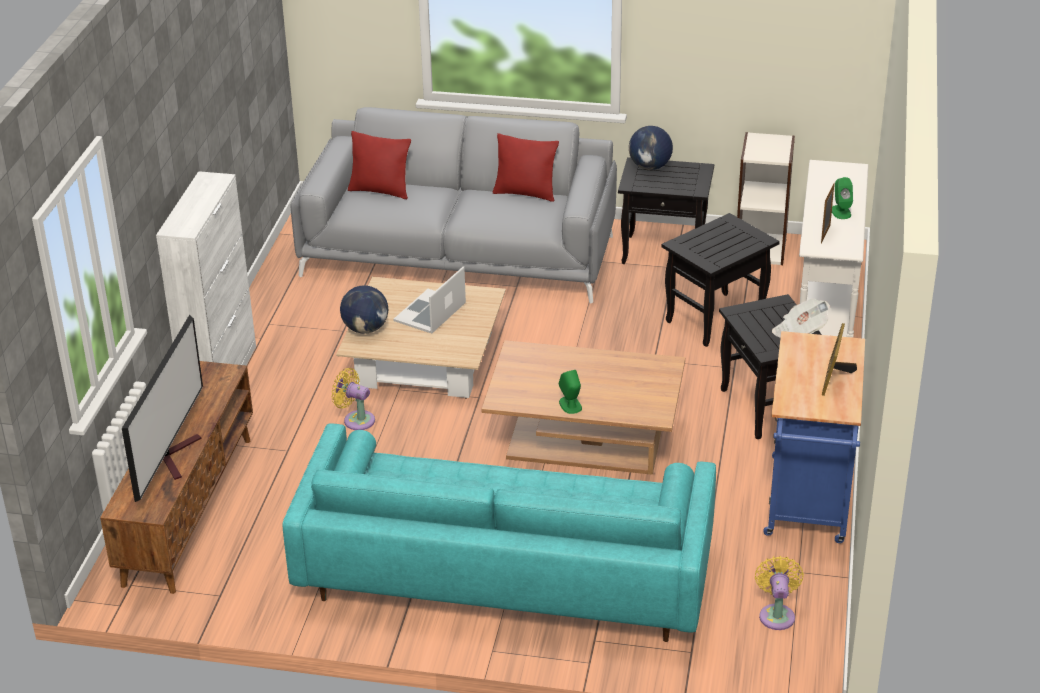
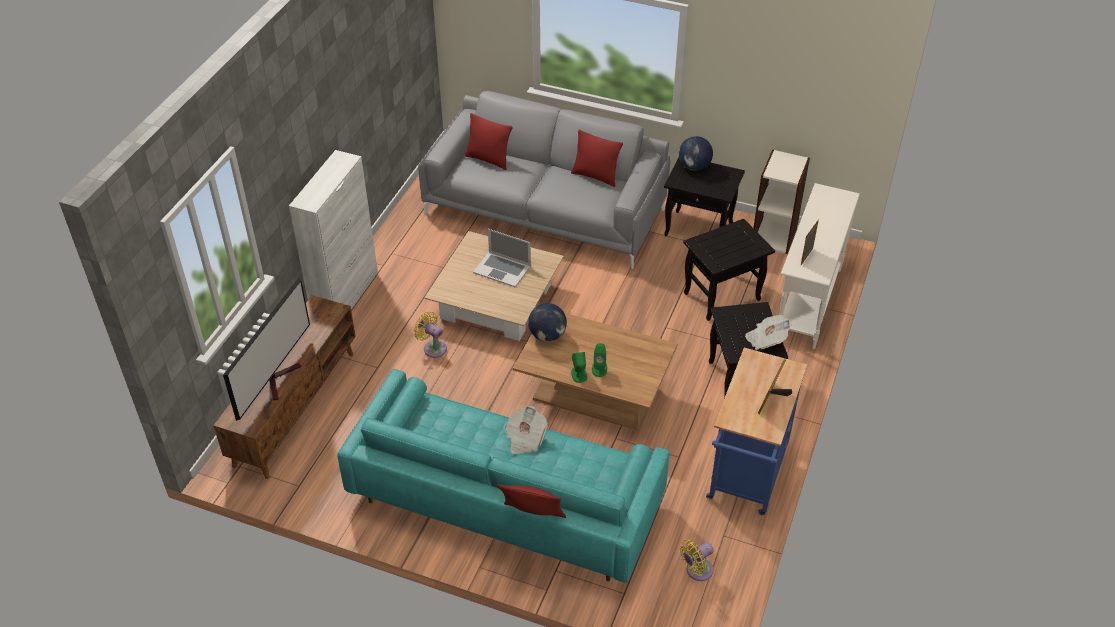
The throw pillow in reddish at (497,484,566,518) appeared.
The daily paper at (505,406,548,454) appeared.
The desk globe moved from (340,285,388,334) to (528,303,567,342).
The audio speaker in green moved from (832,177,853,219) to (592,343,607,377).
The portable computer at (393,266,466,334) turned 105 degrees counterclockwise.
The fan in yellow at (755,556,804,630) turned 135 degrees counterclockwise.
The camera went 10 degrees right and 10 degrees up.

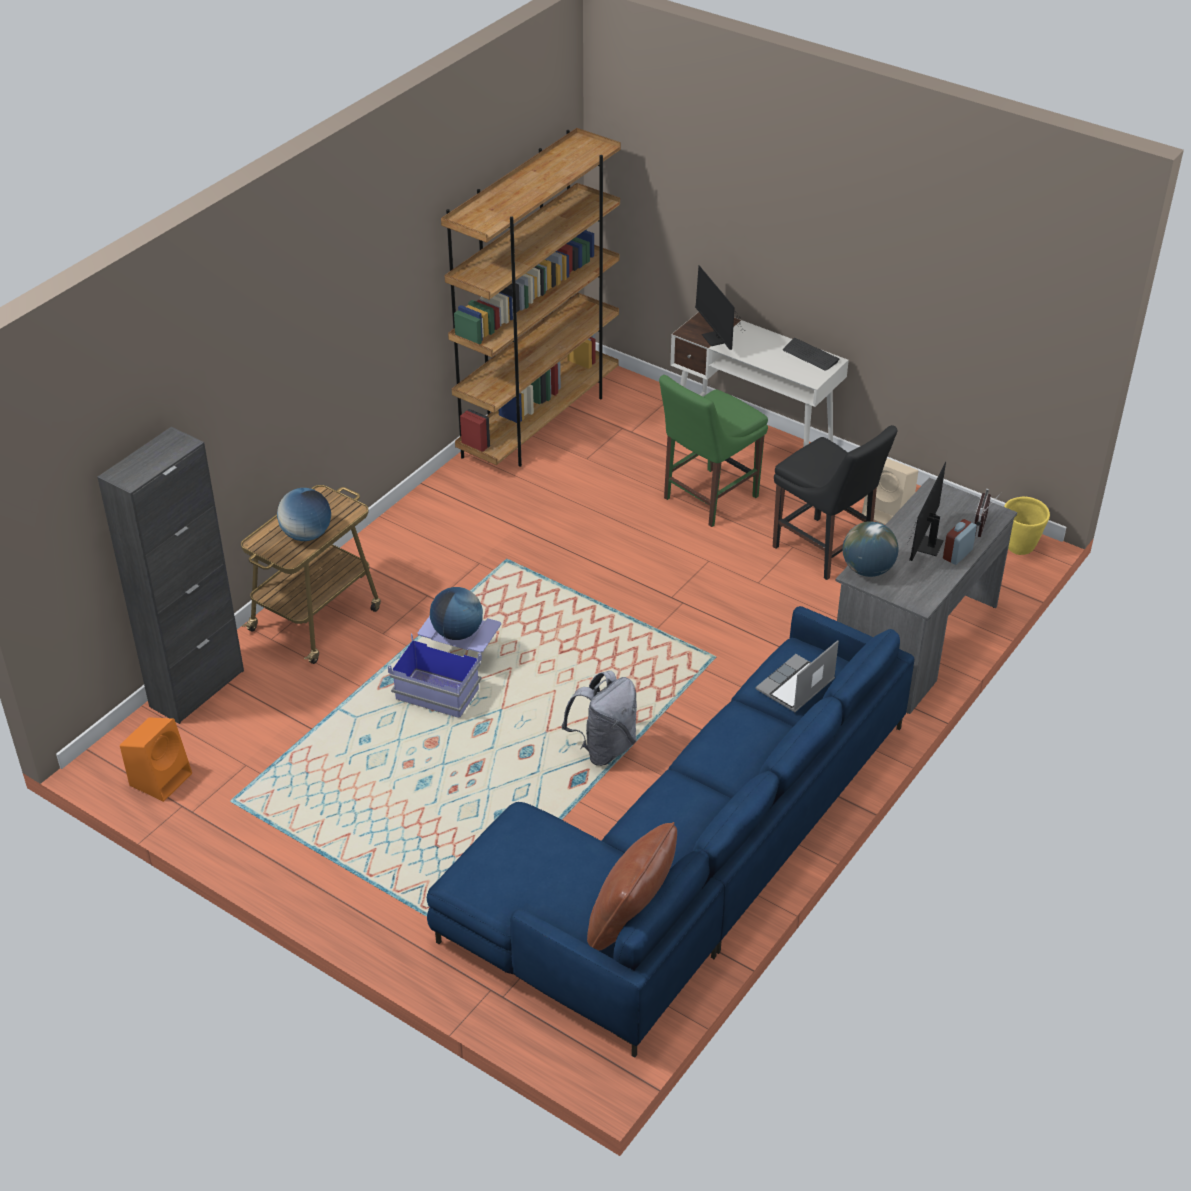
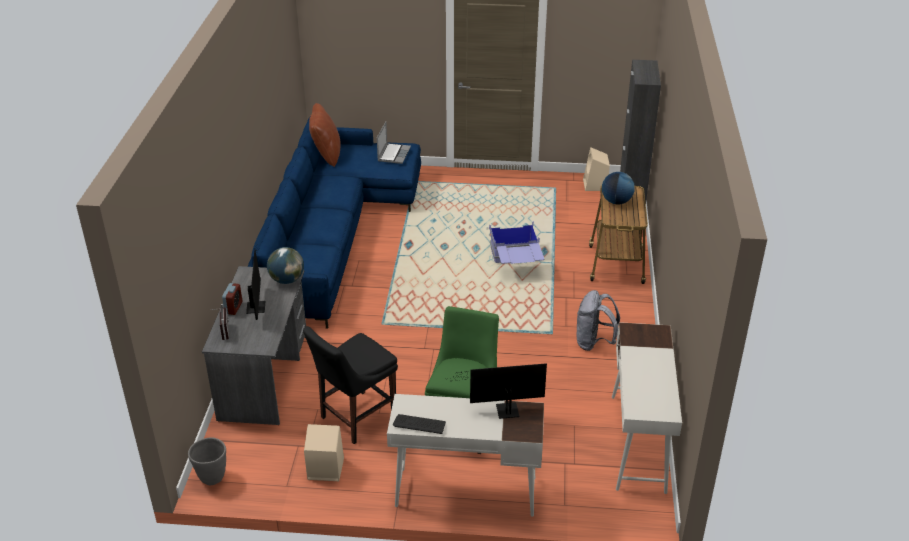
The desk globe at (430,587,483,640) disappeared.
The backpack in greyish moved from (562,671,637,766) to (577,290,620,351).
The portable computer moved from (756,640,839,712) to (377,122,411,164).
The bookcase in brownish at (441,128,621,467) was replaced by the desk table in white at (612,322,682,494).
The audio speaker in orangey at (120,717,192,802) became the audio speaker in beige-coloured at (583,147,610,191).
The flower pot in yellow at (1004,496,1050,555) became the flower pot in greyish at (188,438,226,485).
The monitor at (695,266,743,350) turned 45 degrees counterclockwise.
The plain chair in blackish at (773,425,897,580) turned 60 degrees counterclockwise.
The camera went 150 degrees right and 5 degrees down.

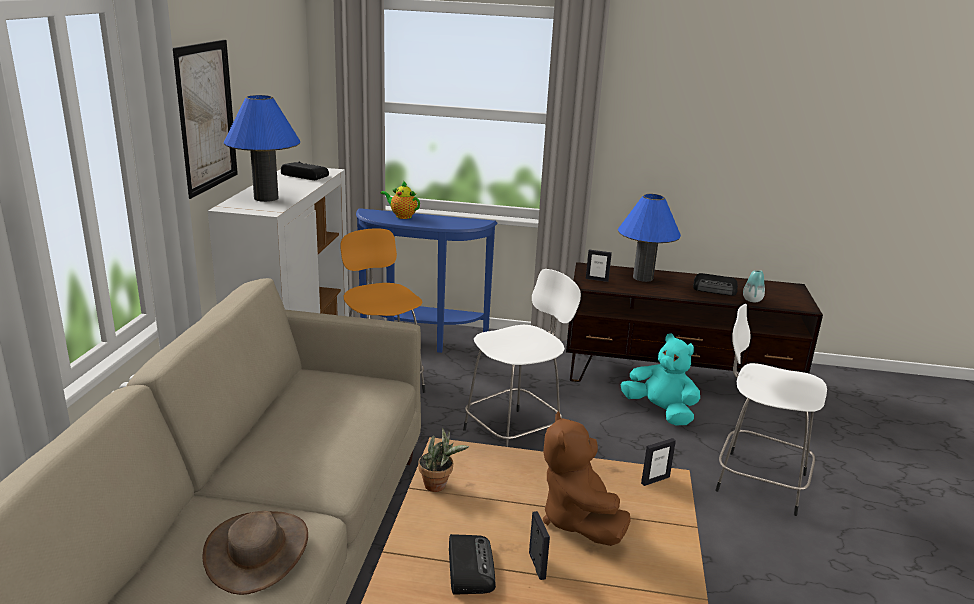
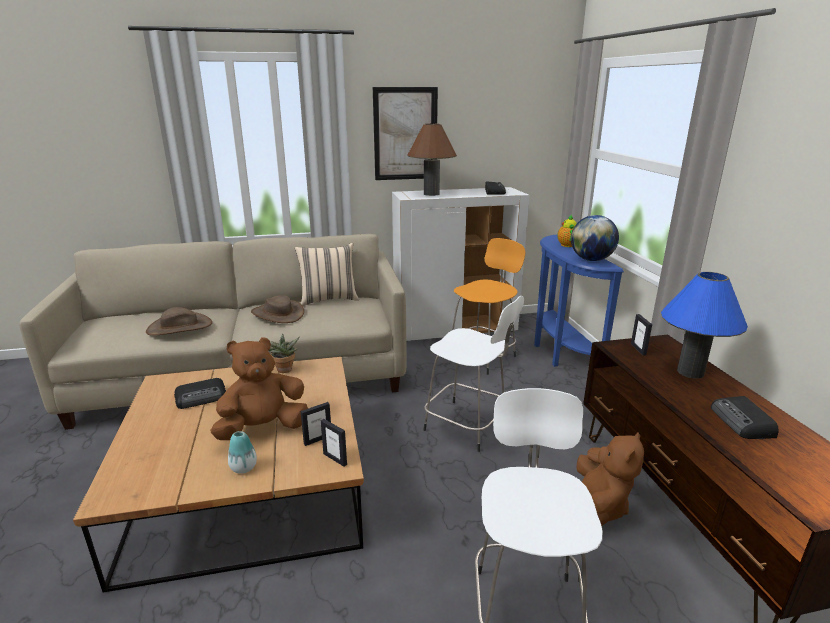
The wearable hat in brownish at (251,295,304,323) appeared.
The throw pillow in beige-coloured at (295,243,359,306) appeared.
The desk globe at (571,215,619,261) appeared.
The standing frame moved from (529,511,550,580) to (301,402,331,446).
The decorative vase moved from (743,270,765,302) to (228,431,257,474).
The tabletop lamp in blue at (224,95,300,202) became the tabletop lamp in brownish at (407,123,457,196).
The soft toy in blue-green at (620,333,700,425) became the soft toy in brownish at (576,432,644,526).
The camera went 70 degrees right and 0 degrees up.

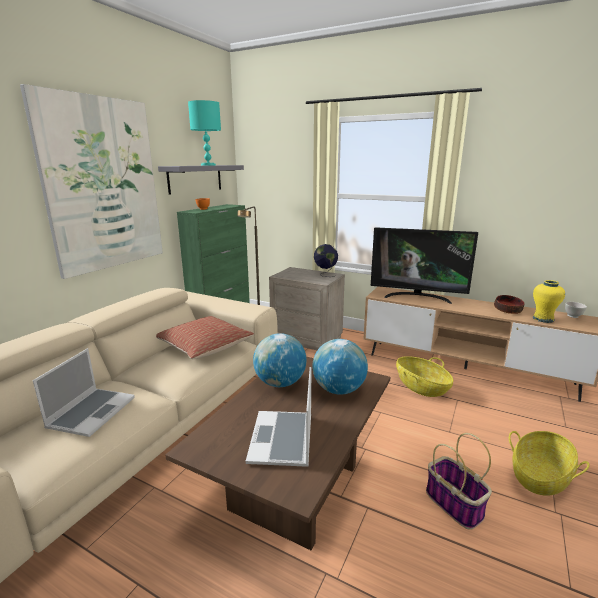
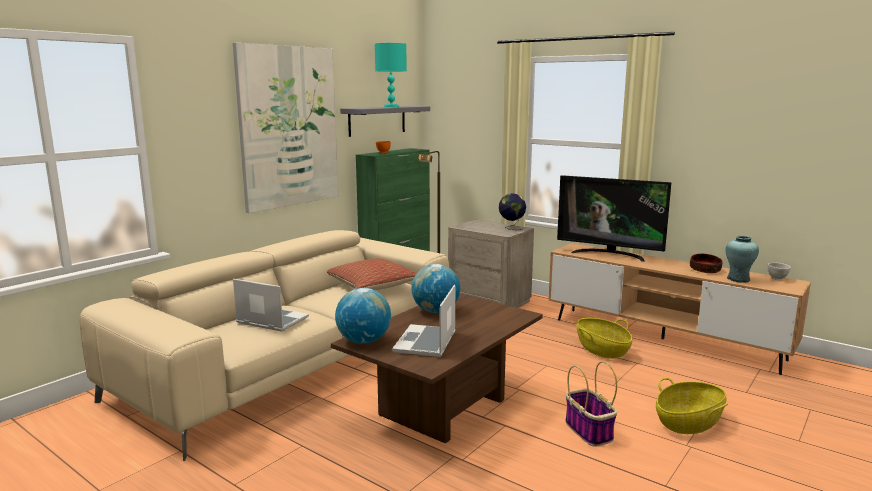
The desk globe moved from (312,339,368,395) to (335,288,391,344).
The decorative vase in yellow at (533,280,565,323) became the decorative vase in blue-green at (725,236,759,283).
The portable computer at (33,348,135,437) turned 90 degrees counterclockwise.
The camera went 10 degrees right and 5 degrees down.

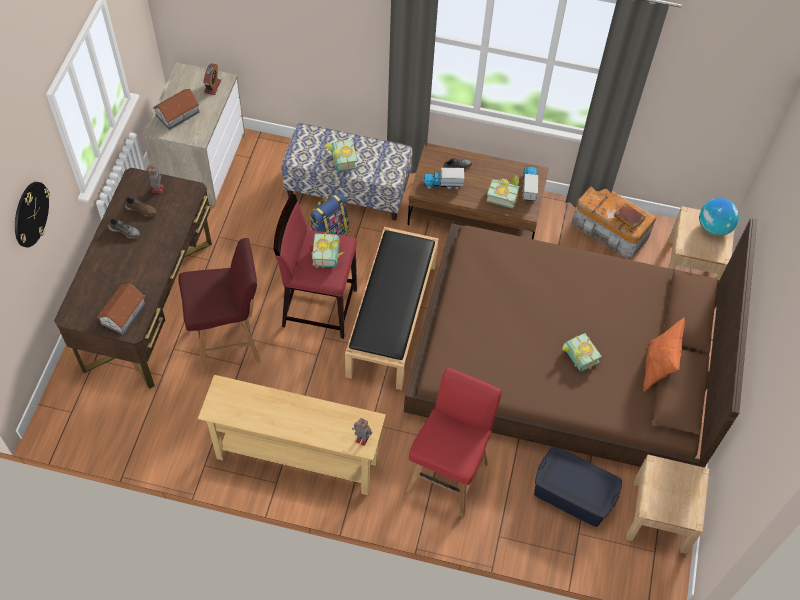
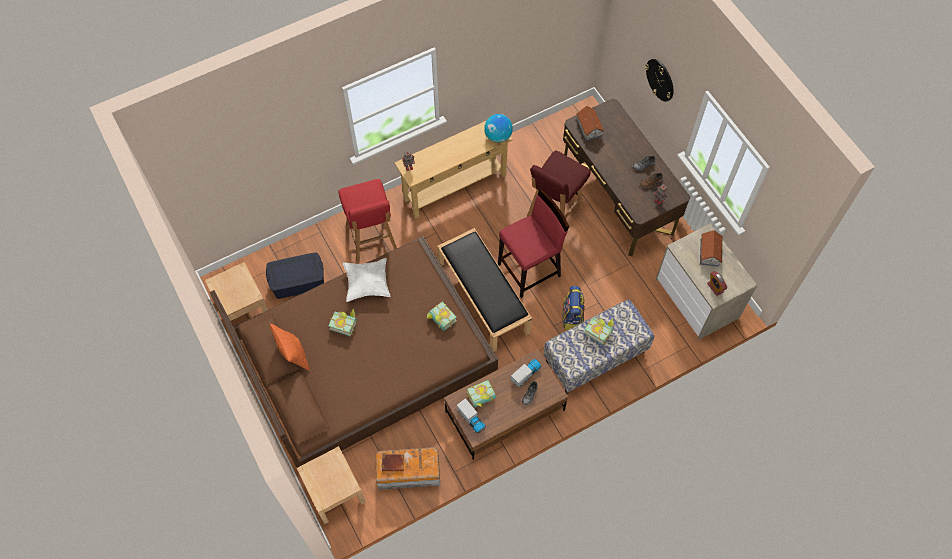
The throw pillow in white at (343,258,390,302) appeared.
The volume moved from (312,233,344,268) to (427,302,457,331).
The desk globe moved from (699,198,739,236) to (484,114,513,143).
The camera went 140 degrees right and 5 degrees up.

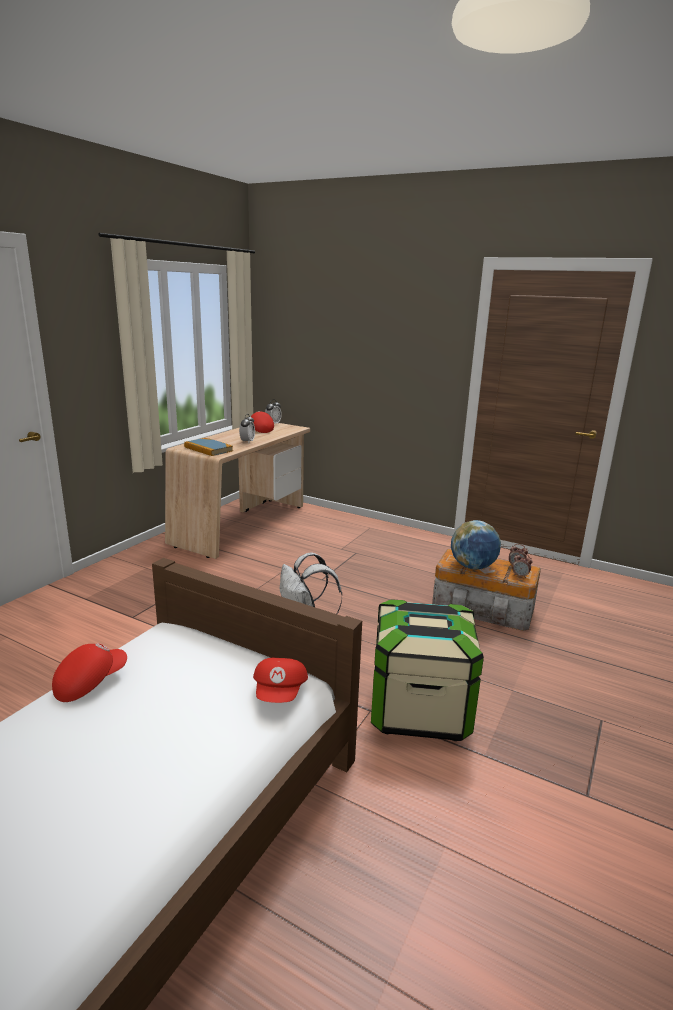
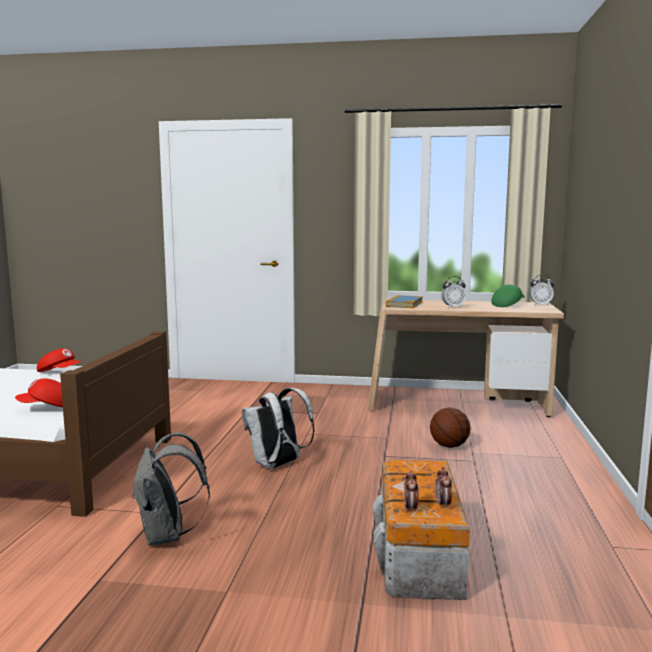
The desk globe at (451,520,501,569) disappeared.
The basketball ball at (430,407,471,448) appeared.
The storage container at (371,599,484,741) was replaced by the backpack in greyish at (132,433,210,545).
The cap in reddish at (251,411,274,433) became the cap in green at (491,284,525,307).
The camera went 70 degrees right and 10 degrees down.

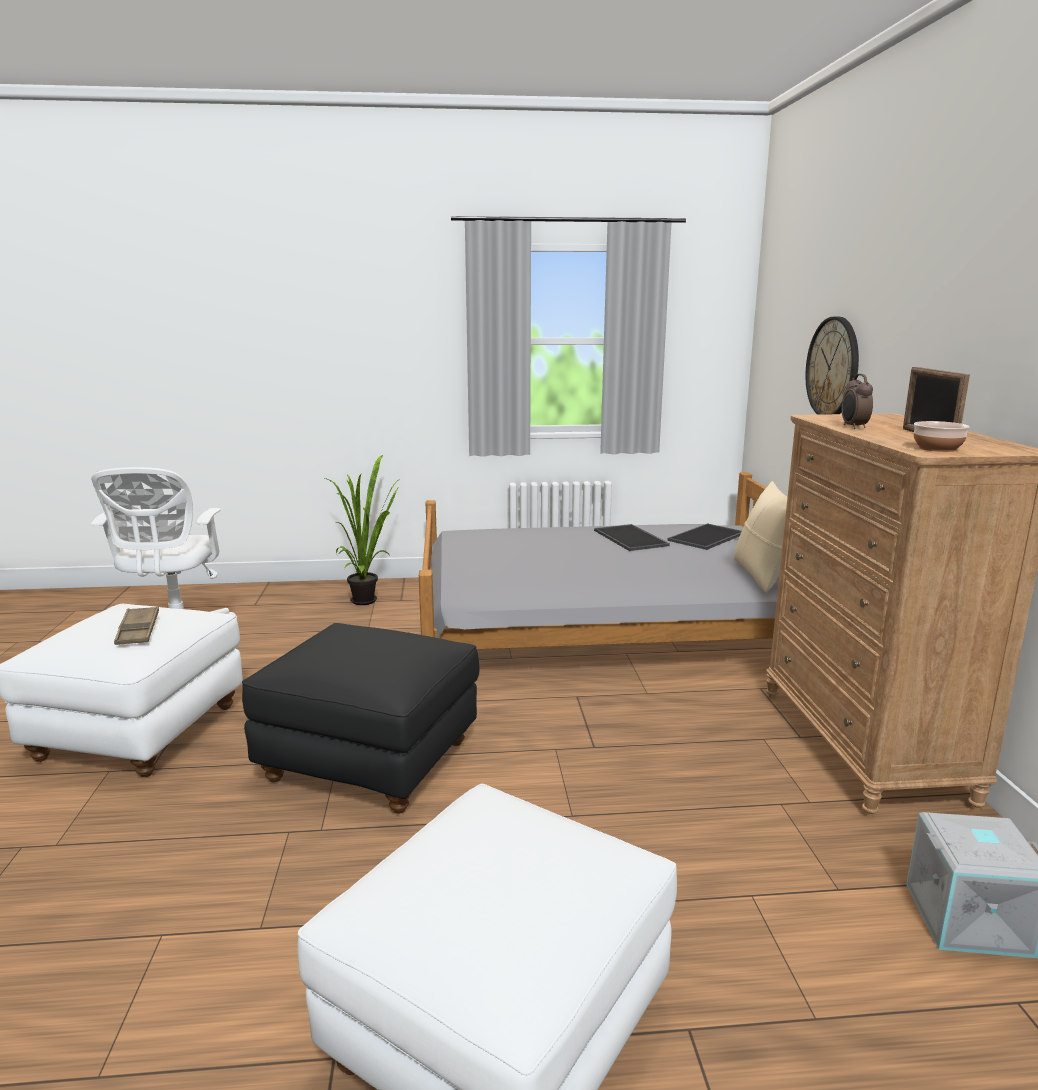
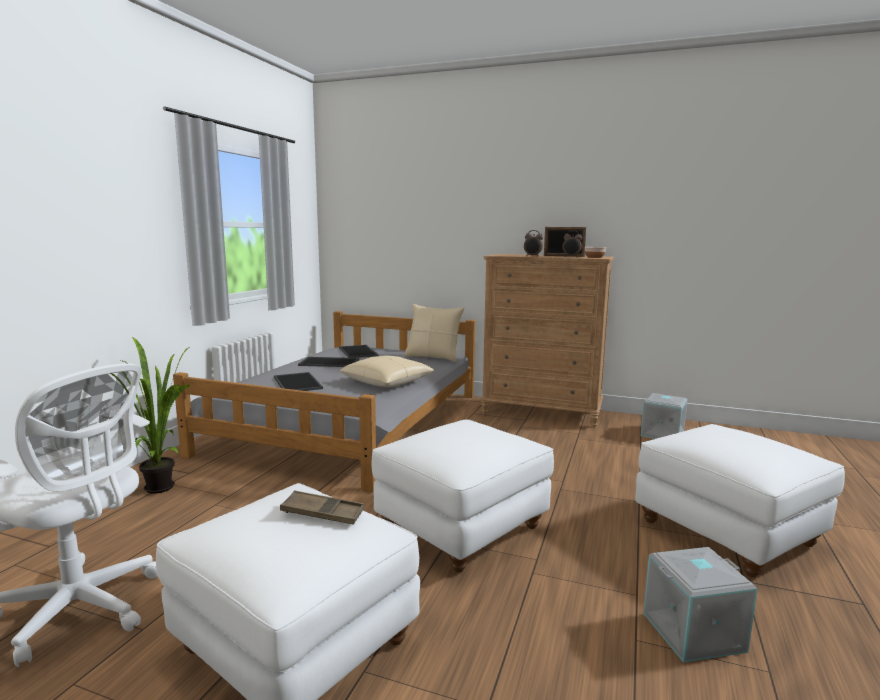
The wall clock at (806,316,859,415) disappeared.
The serving tray at (274,372,323,391) appeared.
The throw pillow in beige-coloured at (340,356,434,387) appeared.
The table clock at (562,231,582,257) appeared.
The storage container in greyish at (643,547,758,663) appeared.
The ottoman in blackish at (242,623,479,814) became the ottoman in white at (372,419,554,573).
The camera went 65 degrees left and 5 degrees down.

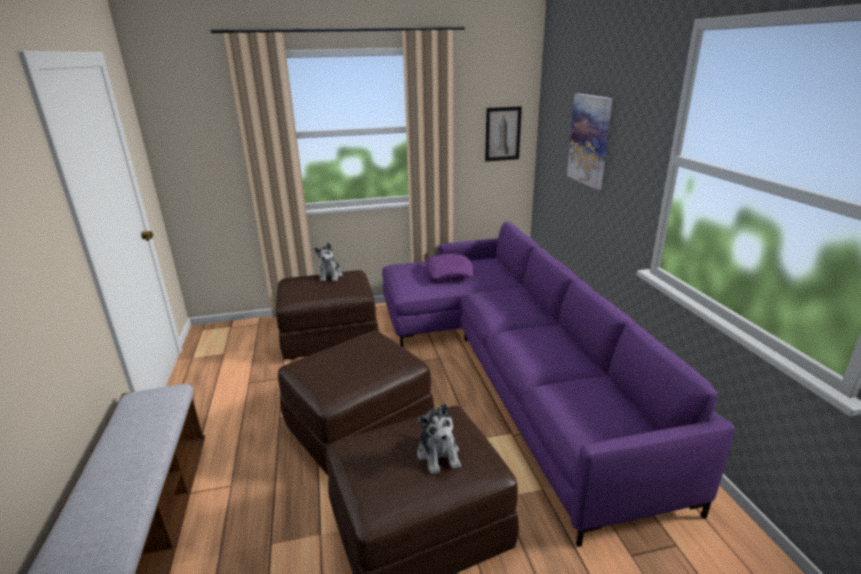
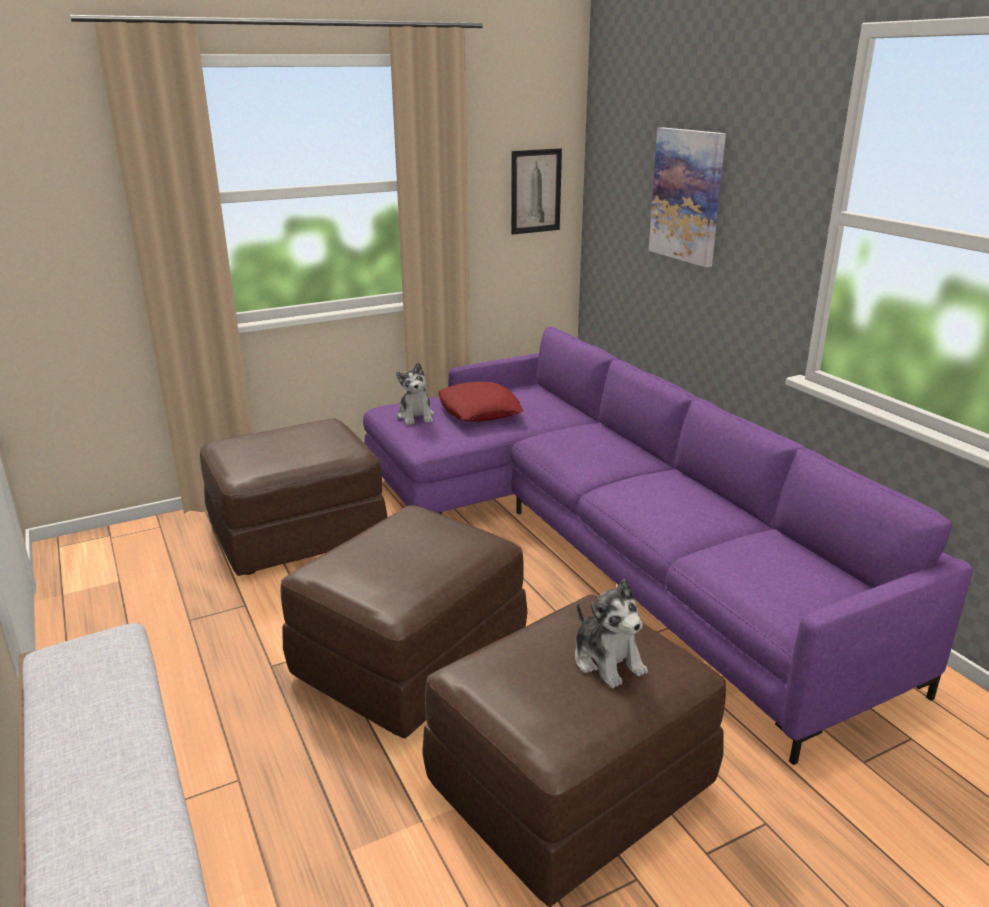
The soft toy moved from (314,242,343,282) to (396,363,434,425).
The throw pillow in purplish at (426,254,473,280) became the throw pillow in reddish at (438,381,523,421).
The camera went 15 degrees left and 0 degrees up.

